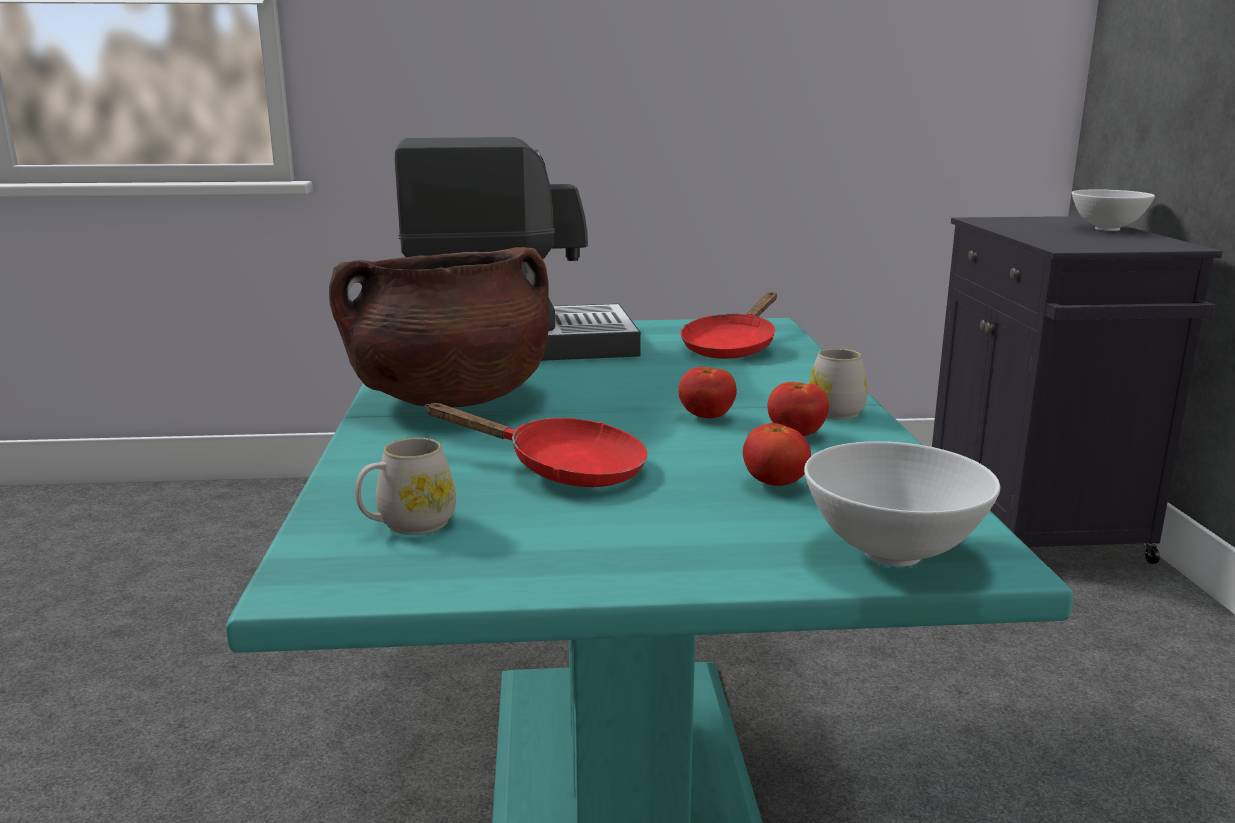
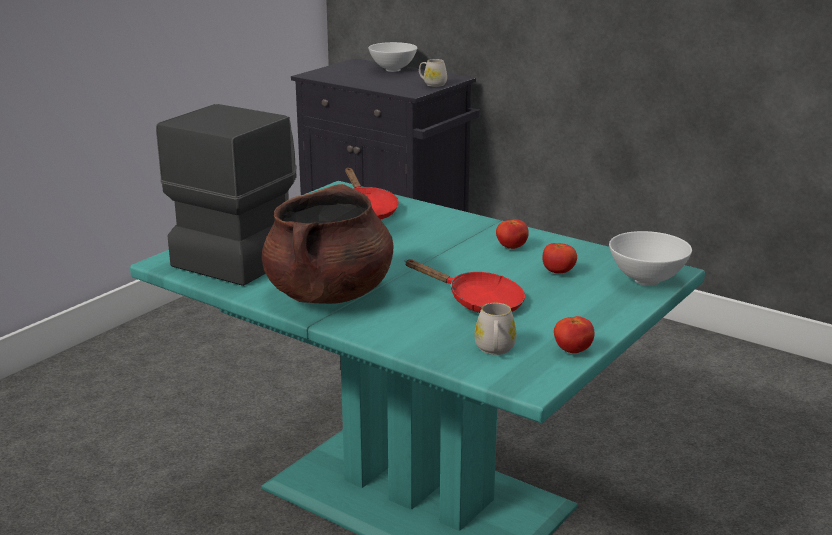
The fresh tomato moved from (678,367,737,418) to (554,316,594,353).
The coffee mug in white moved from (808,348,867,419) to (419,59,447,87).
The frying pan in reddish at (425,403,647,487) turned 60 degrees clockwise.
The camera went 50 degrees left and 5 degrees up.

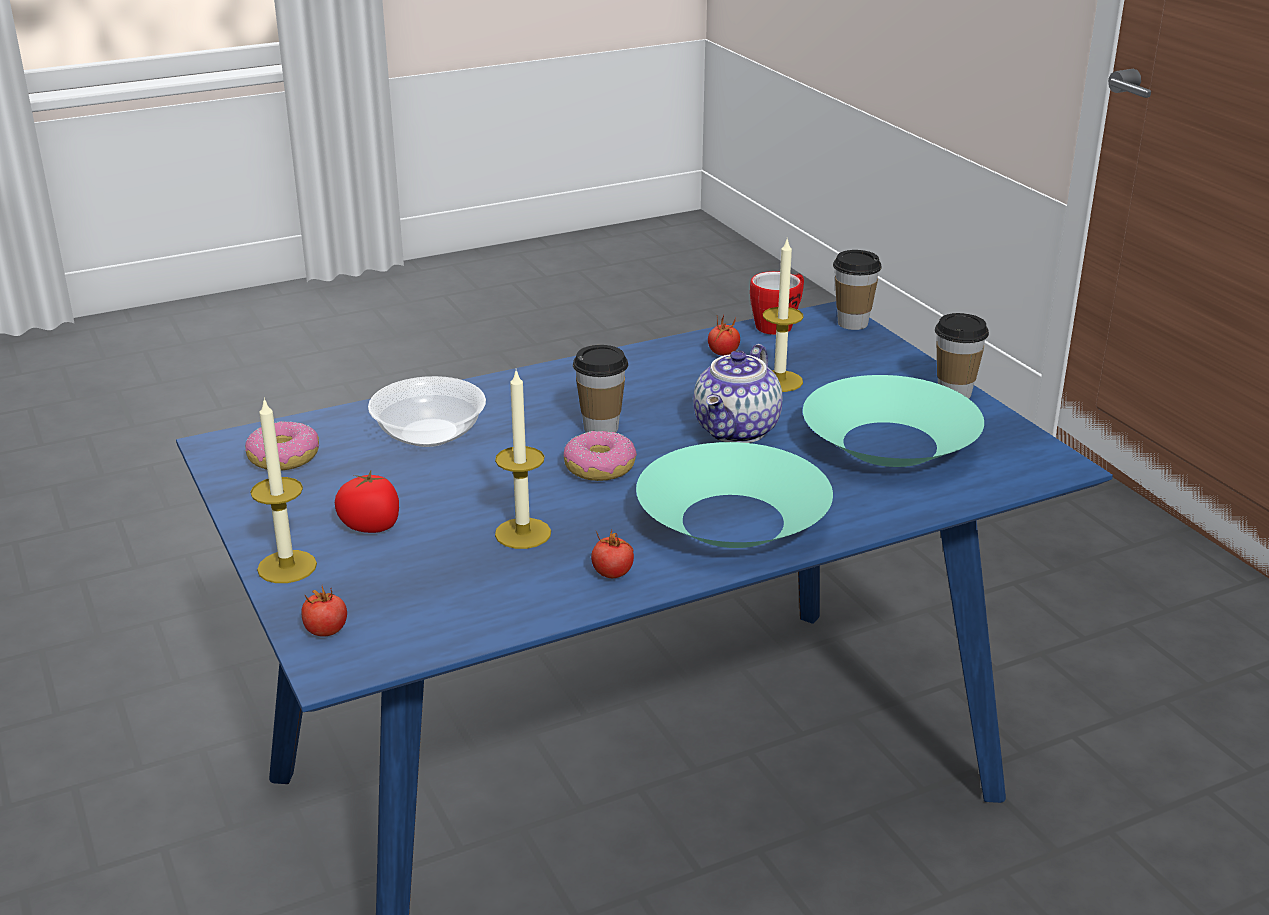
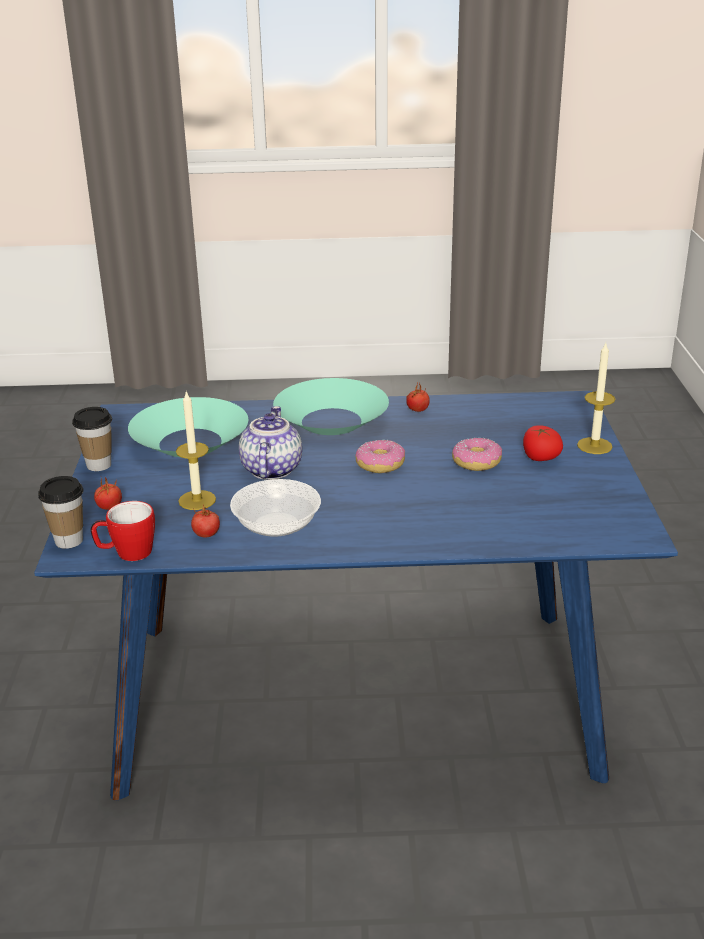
The wax candle at (495,371,551,549) disappeared.
The drinking cup at (573,345,628,433) disappeared.
The ring doughnut moved from (245,421,319,470) to (452,437,502,471).
The fresh tomato moved from (301,586,347,637) to (94,477,122,510).
The serving bowl moved from (368,376,486,447) to (230,479,321,537).
The tea pot at (693,344,782,443) turned 45 degrees counterclockwise.
The camera went 155 degrees left and 0 degrees up.

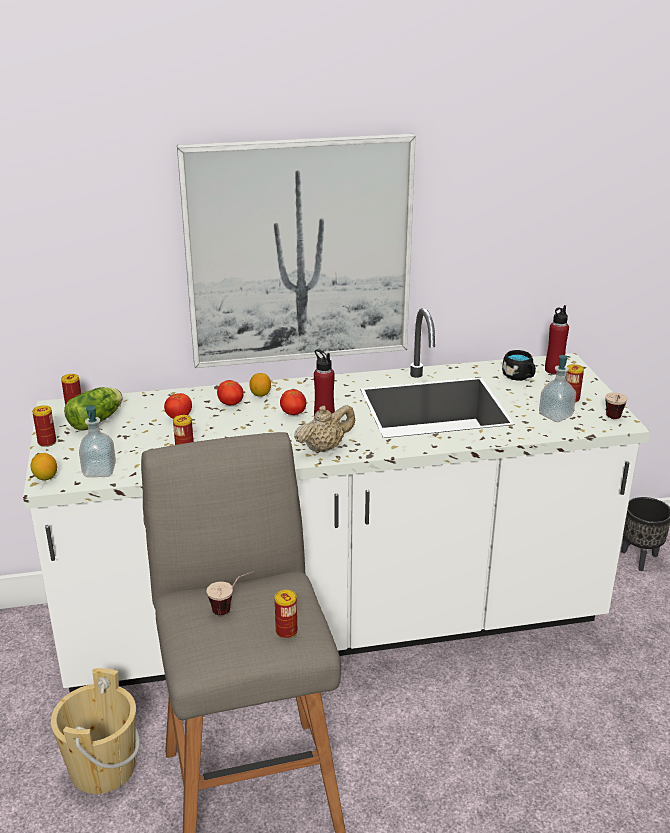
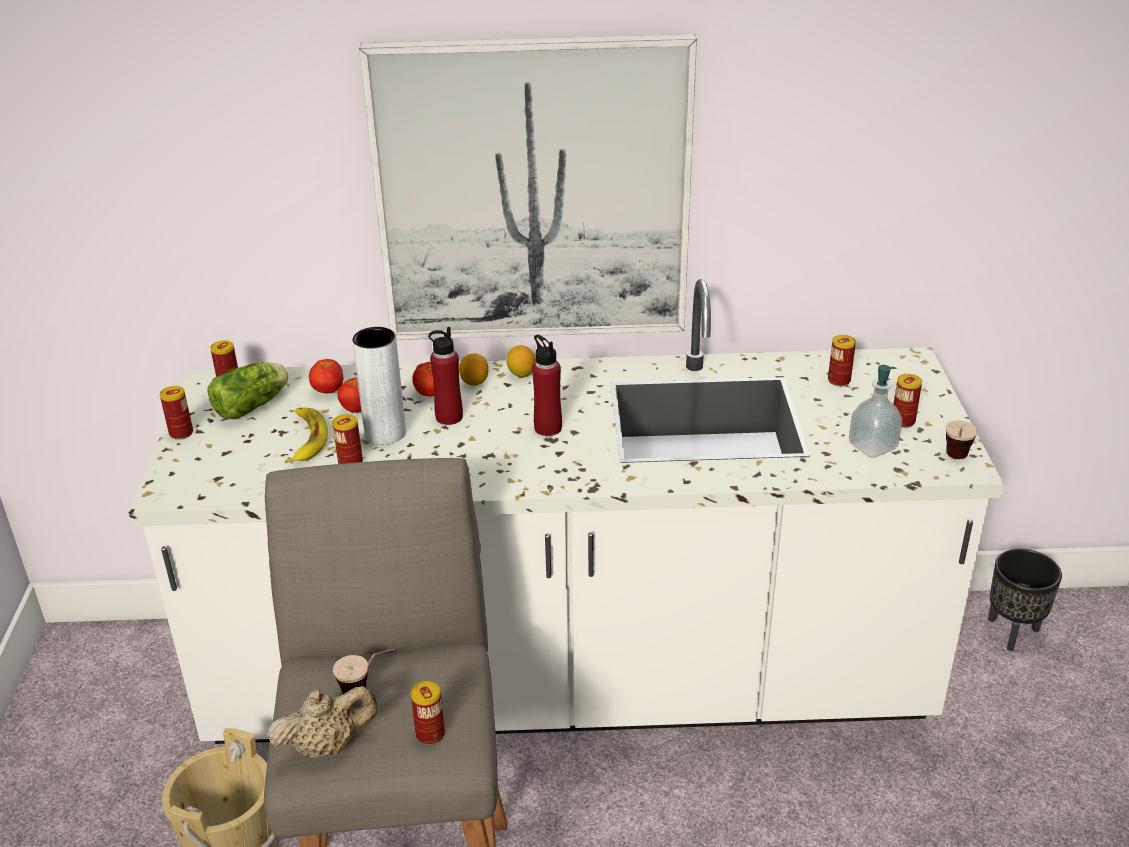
The liquid soap bottle at (79,406,116,477) disappeared.
The whole banana at (285,407,328,463) appeared.
The decorative vase in greyish at (352,327,406,445) appeared.
The citrus fruit moved from (30,453,57,481) to (506,345,536,377).
The fresh tomato moved from (280,389,306,415) to (309,359,343,393).
The tea pot in beige-coloured moved from (294,405,355,453) to (267,686,378,759).
The drink bottle in reddish moved from (545,305,569,374) to (428,327,463,425).
The coffee mug in blackish at (502,350,536,380) was replaced by the sealed can at (828,335,856,386).
The camera went 10 degrees right and 5 degrees up.

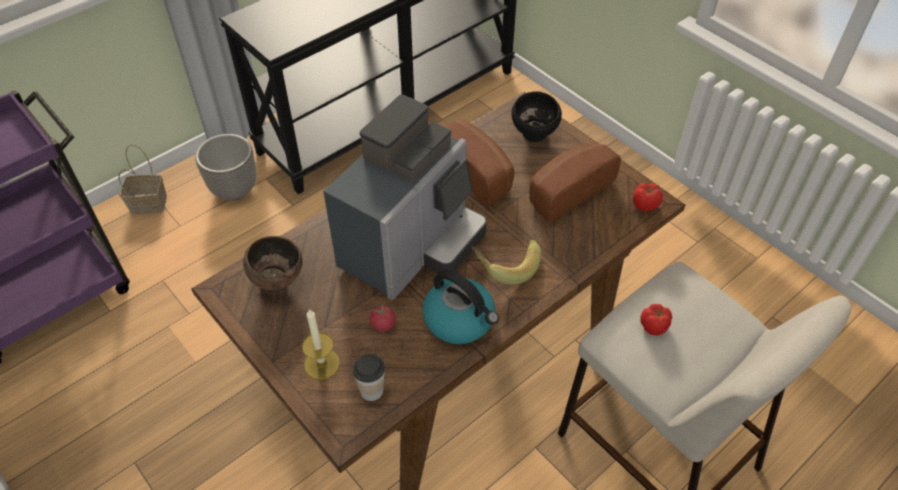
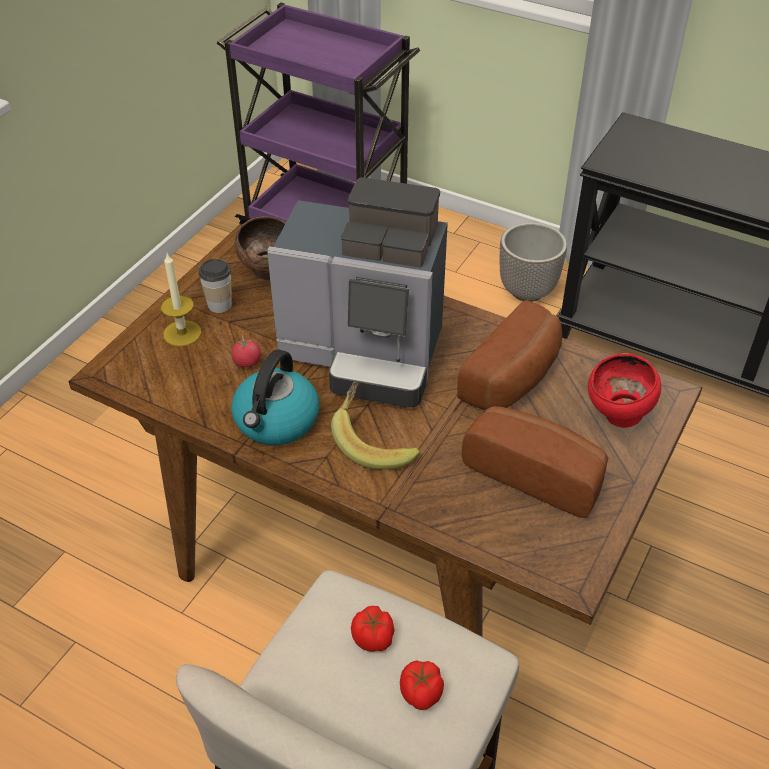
The basket at (118,144,167,214) disappeared.
The drinking cup moved from (353,354,385,401) to (199,259,232,313).
The fresh tomato moved from (633,183,663,211) to (400,660,444,710).
The serving bowl in blackish at (511,91,562,142) became the serving bowl in reddish at (588,353,661,428).
The camera went 70 degrees right and 5 degrees down.

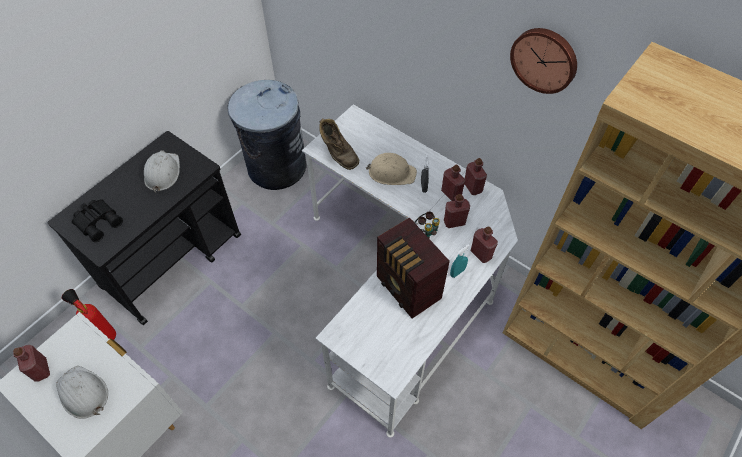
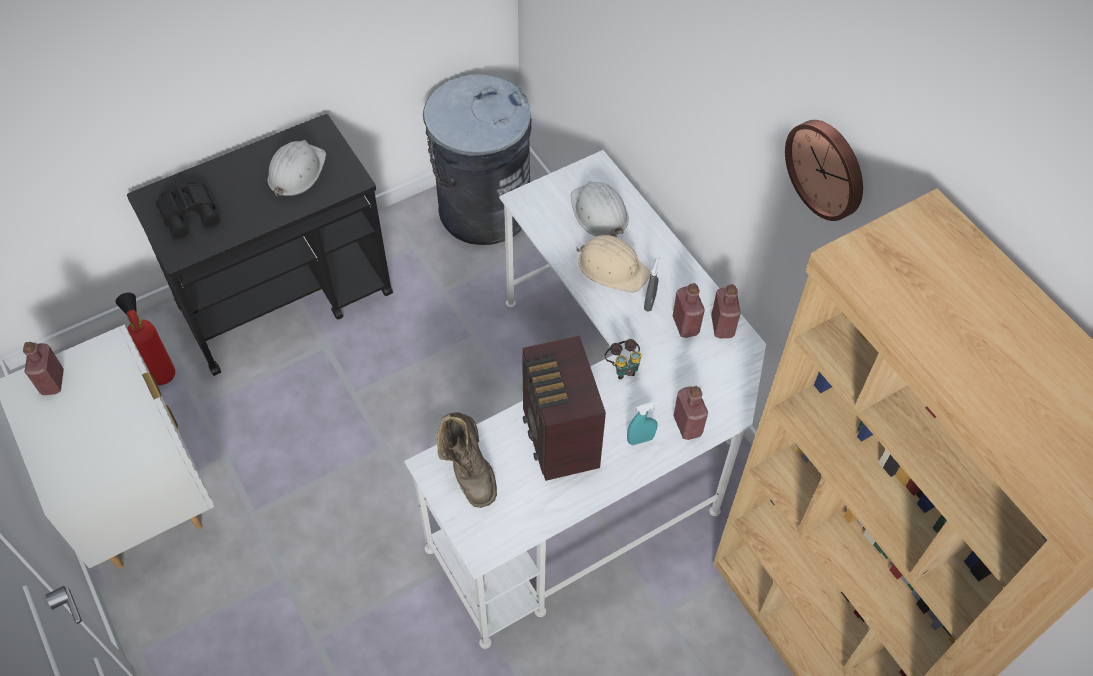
The drink bottle in reddish at (444,194,470,228) disappeared.
The work helmet in white moved from (56,366,108,419) to (571,181,629,237).
The high-top boot in brownish moved from (319,118,359,170) to (437,413,497,508).
The camera went 20 degrees right and 0 degrees up.

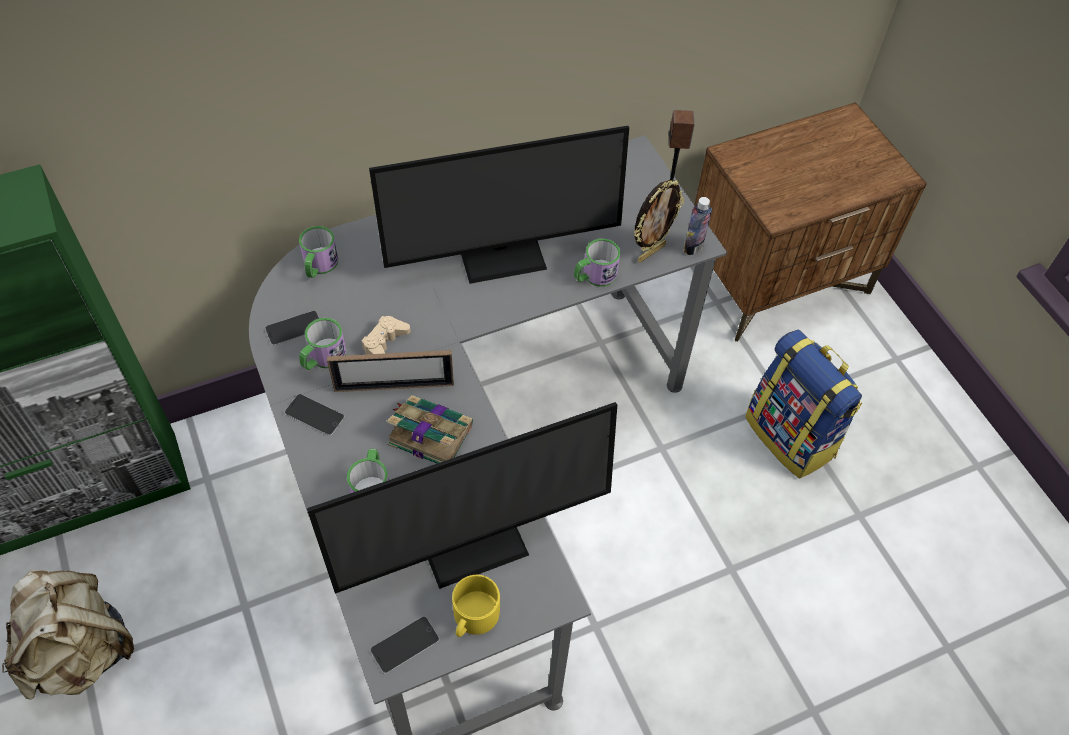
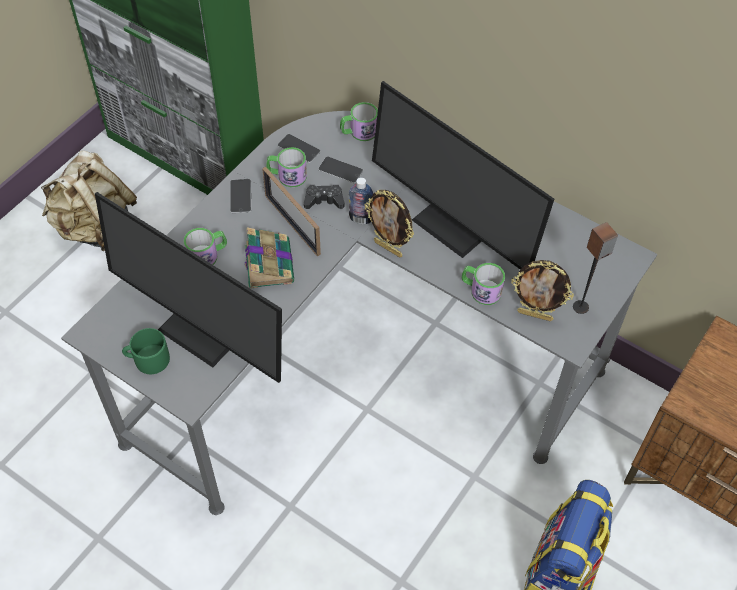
The standing frame at (364,190,414,257) appeared.
The phone moved from (370,616,440,674) to (318,156,363,183).
The drink bottle moved from (684,197,712,255) to (349,177,373,224).
The joypad in beige-coloured at (361,316,410,354) became the joypad in blackish at (304,185,344,209).
The coffee mug in yellow at (452,575,500,637) became the coffee mug in green at (122,328,170,374).
The camera went 60 degrees right and 0 degrees up.

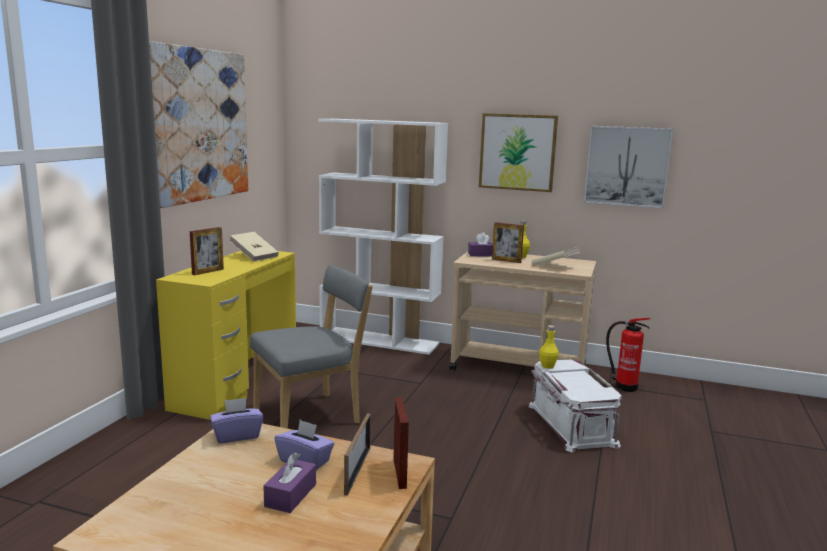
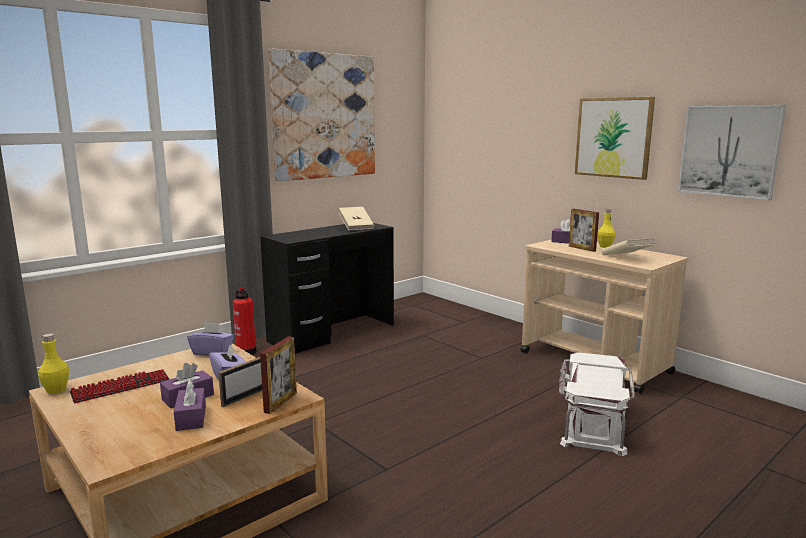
The standing frame at (190,227,224,275) disappeared.
The plain chair in greyish at (250,265,373,429) disappeared.
The bookcase in white at (318,119,448,355) disappeared.
The PC keyboard at (70,369,170,403) appeared.
The box of tissues in purplish at (174,380,206,431) appeared.
The drink bottle in yellow moved from (539,325,559,369) to (38,333,69,394).
The extinguisher moved from (606,318,651,392) to (232,287,257,354).
The desk table in yellow at (156,251,296,420) became the desk table in blackish at (260,223,394,354).
The camera went 30 degrees right and 0 degrees up.

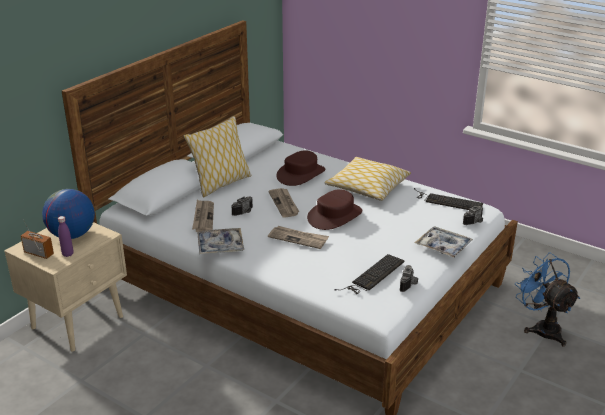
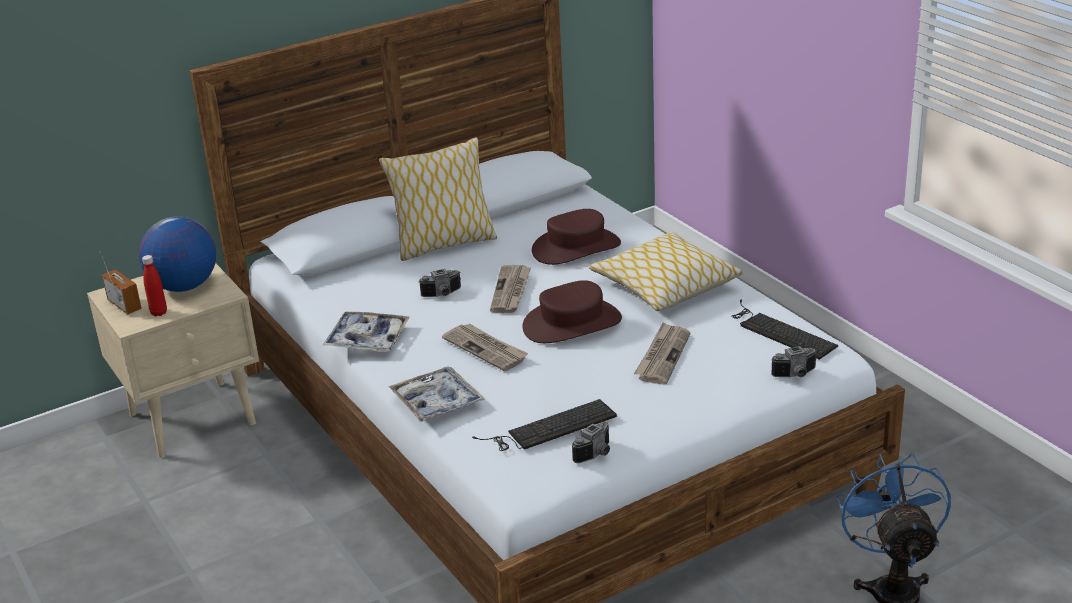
The daily paper moved from (192,200,214,232) to (634,322,690,385).
The serving tray moved from (414,226,473,258) to (388,366,485,422).
The drink bottle in purplish at (58,216,73,257) became the drink bottle in reddish at (142,255,167,316).
The camera went 25 degrees right and 0 degrees up.

